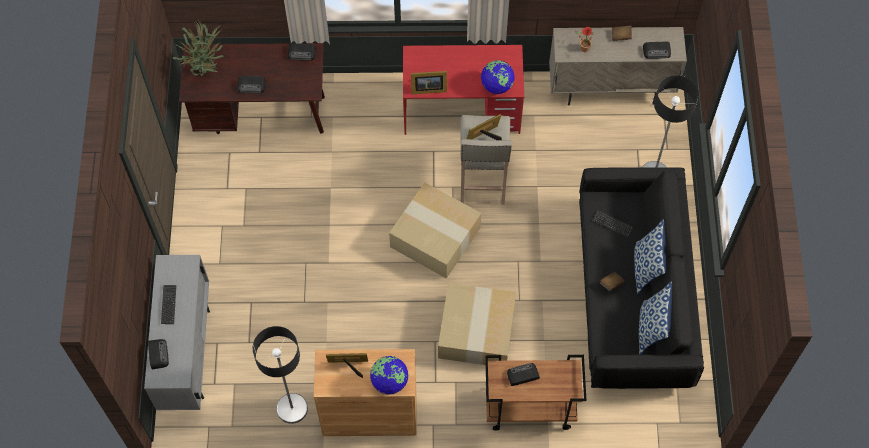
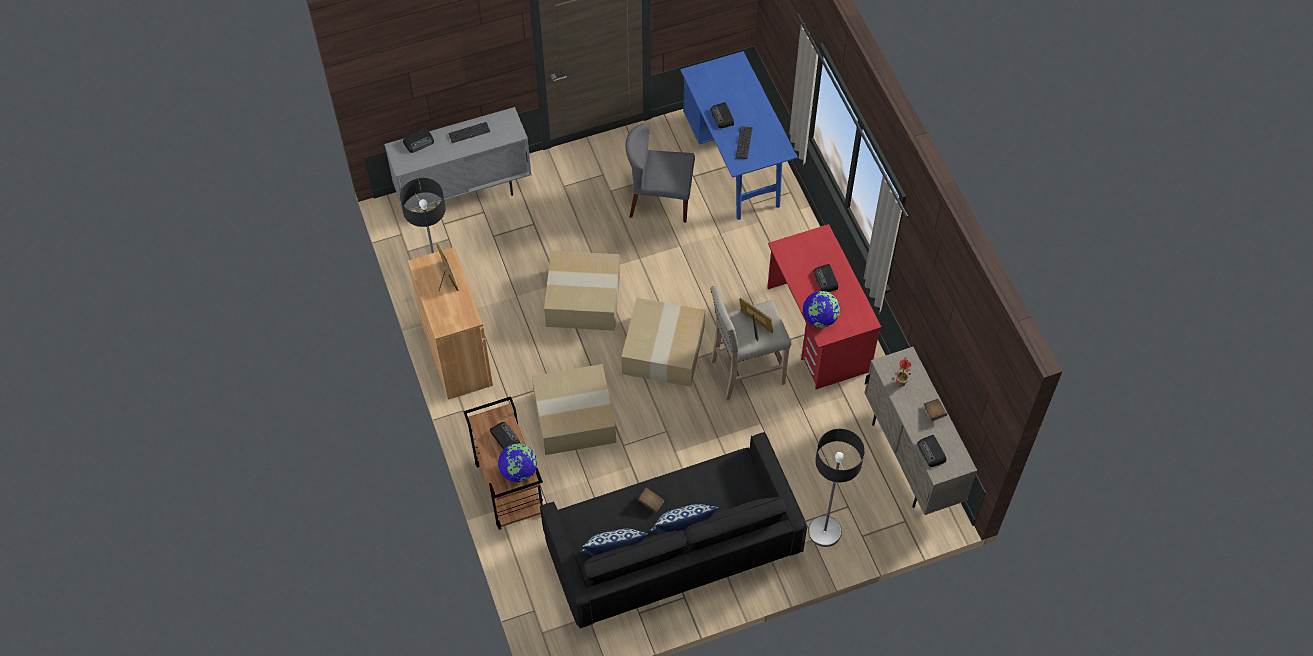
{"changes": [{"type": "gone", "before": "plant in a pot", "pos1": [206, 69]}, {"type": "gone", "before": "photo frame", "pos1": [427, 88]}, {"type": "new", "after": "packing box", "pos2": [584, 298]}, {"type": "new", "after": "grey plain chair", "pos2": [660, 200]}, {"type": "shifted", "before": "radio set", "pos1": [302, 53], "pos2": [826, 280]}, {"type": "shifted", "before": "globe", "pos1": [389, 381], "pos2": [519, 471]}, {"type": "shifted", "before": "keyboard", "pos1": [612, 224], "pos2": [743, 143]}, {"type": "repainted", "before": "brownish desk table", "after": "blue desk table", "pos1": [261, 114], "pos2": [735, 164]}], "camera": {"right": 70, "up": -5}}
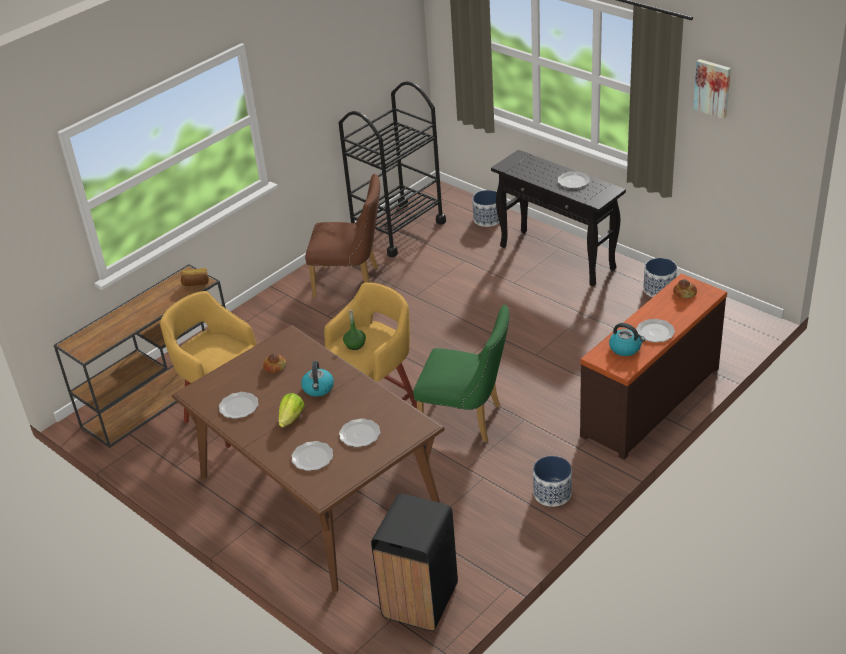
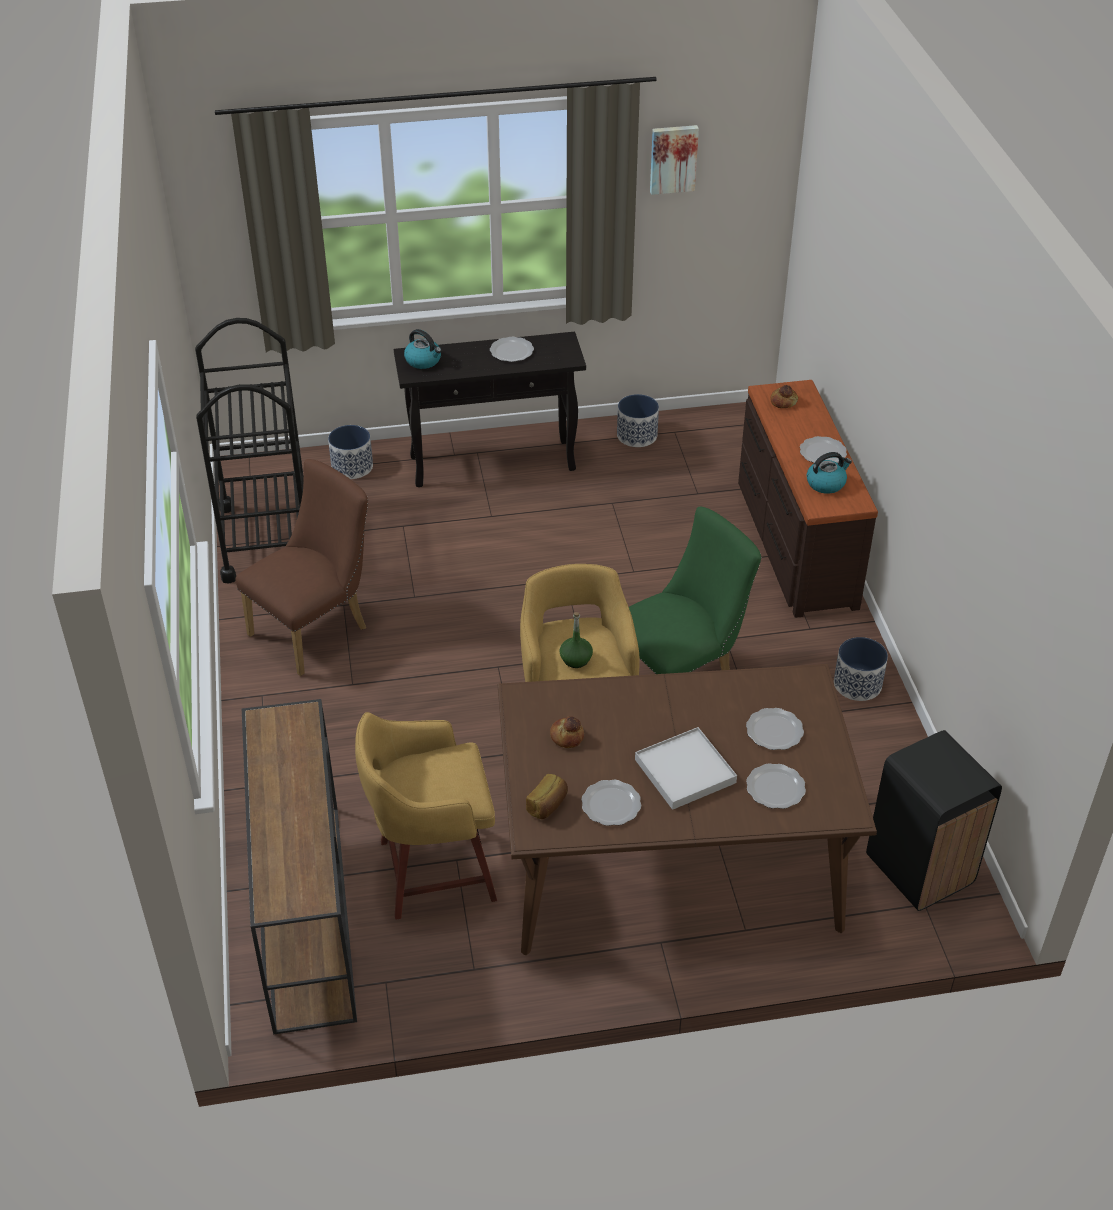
{"changes": [{"type": "shifted", "before": "bread", "pos1": [196, 283], "pos2": [548, 805]}, {"type": "shifted", "before": "tea kettle", "pos1": [318, 388], "pos2": [424, 361]}, {"type": "swapped", "before": "head of lettuce", "after": "white carrying tray", "pos1": [291, 418], "pos2": [685, 771]}], "camera": {"right": -55, "up": 5}}
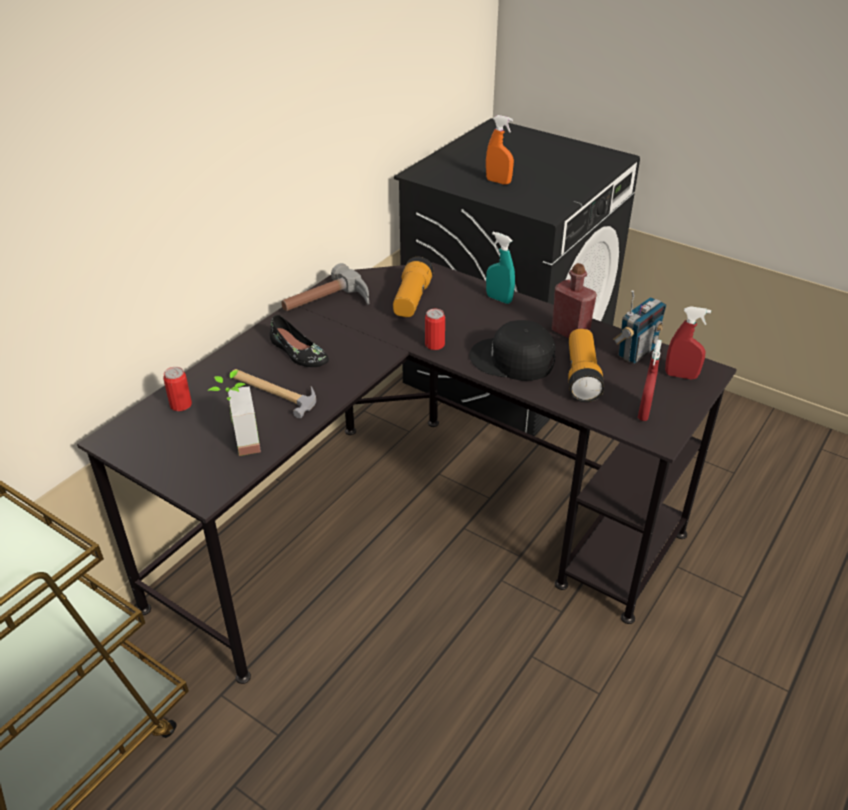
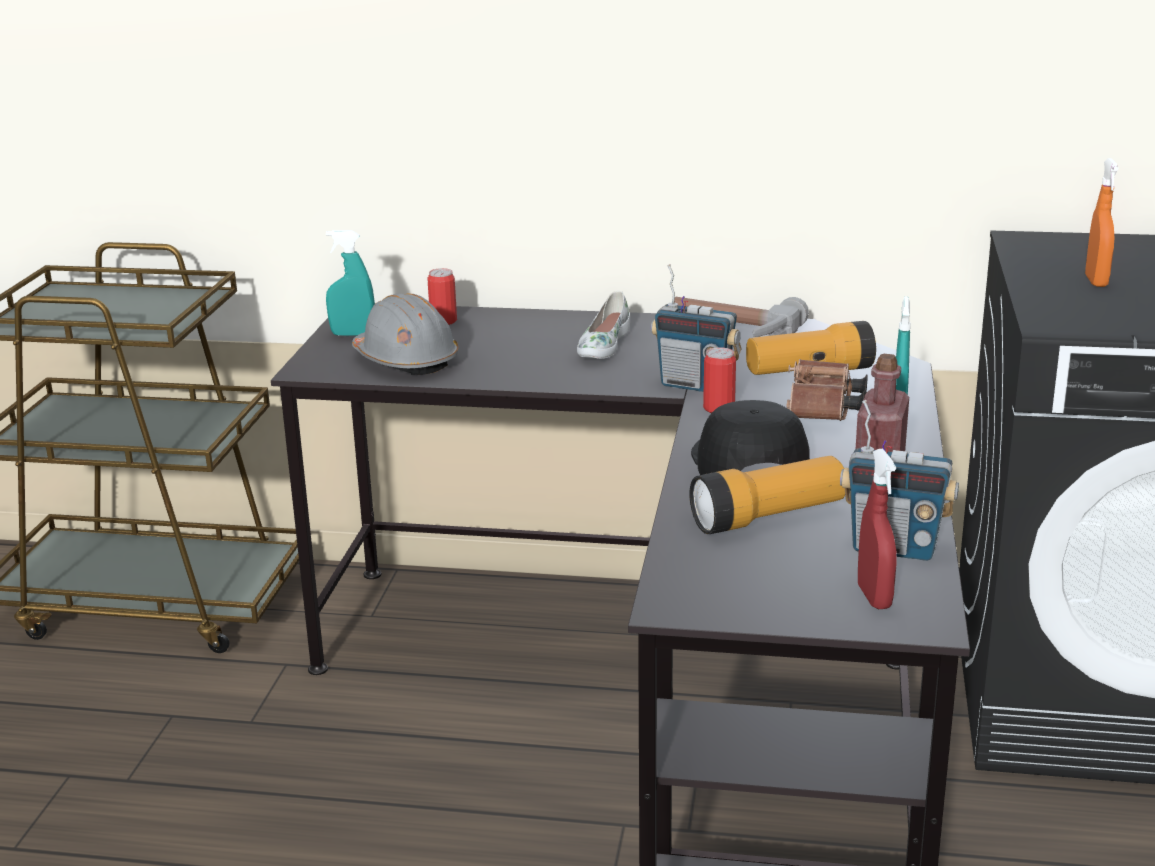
{"changes": [{"type": "gone", "before": "hammer", "pos1": [273, 392]}, {"type": "gone", "before": "red hand sprayer", "pos1": [644, 412]}, {"type": "new", "after": "blue-green hand sprayer", "pos2": [353, 334]}, {"type": "new", "after": "radio set", "pos2": [695, 385]}, {"type": "new", "after": "brownish field glasses", "pos2": [823, 411]}, {"type": "swapped", "before": "plant in a pot", "after": "grey hard hat", "pos1": [238, 441], "pos2": [406, 360]}, {"type": "repainted", "before": "black item of footwear", "after": "white item of footwear", "pos1": [298, 353], "pos2": [602, 345]}], "camera": {"right": 65, "up": -15}}
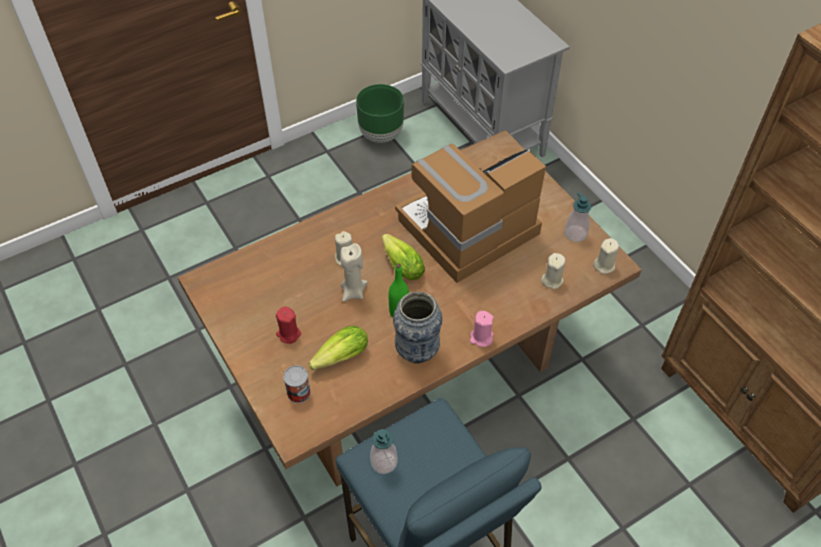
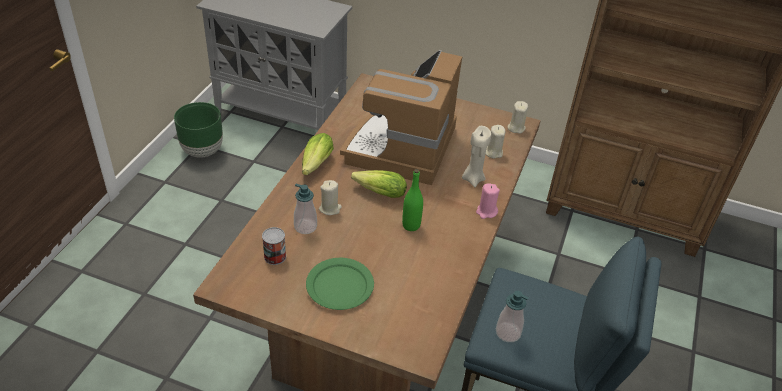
{"changes": [{"type": "gone", "before": "flower vase", "pos1": [417, 351]}, {"type": "shifted", "before": "can", "pos1": [298, 392], "pos2": [275, 256]}, {"type": "shifted", "before": "head of lettuce", "pos1": [338, 358], "pos2": [315, 166]}, {"type": "shifted", "before": "sand-coloured wax light", "pos1": [353, 292], "pos2": [473, 179]}, {"type": "shifted", "before": "soap bottle", "pos1": [575, 234], "pos2": [305, 227]}, {"type": "swapped", "before": "red wax light", "after": "greenish plate", "pos1": [288, 334], "pos2": [340, 285]}], "camera": {"right": -40, "up": -10}}
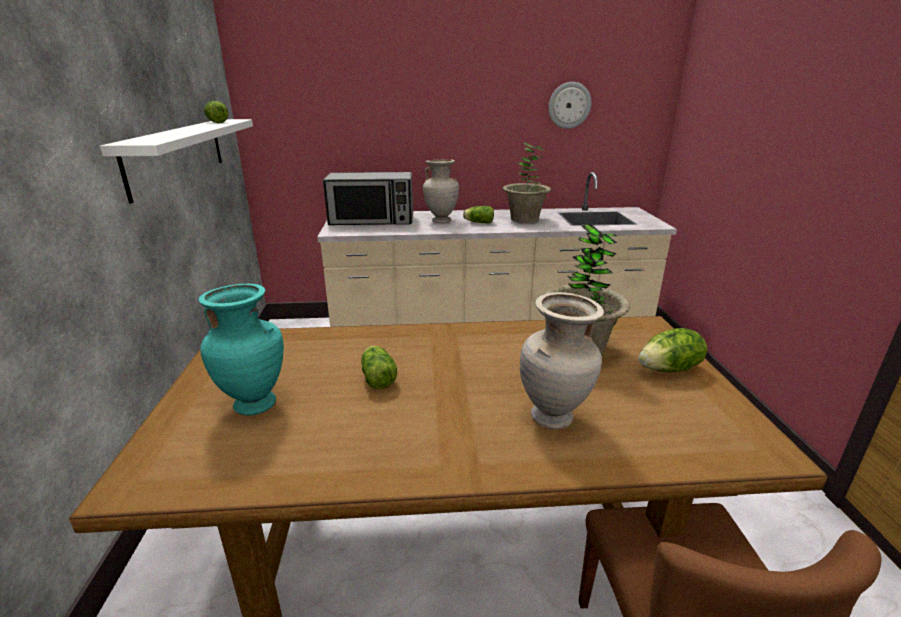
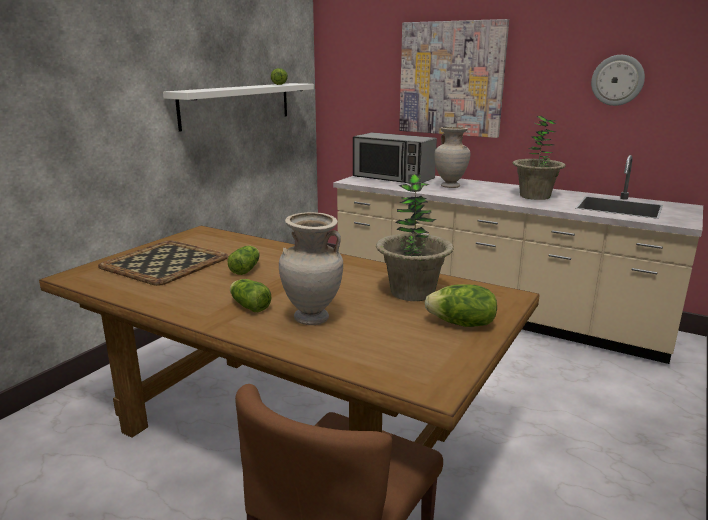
{"changes": [{"type": "new", "after": "wall art", "pos2": [451, 79]}, {"type": "shifted", "before": "head of lettuce", "pos1": [478, 222], "pos2": [249, 306]}, {"type": "swapped", "before": "blue-green flower vase", "after": "carrying tray", "pos1": [255, 404], "pos2": [166, 262]}], "camera": {"right": 35, "up": -5}}
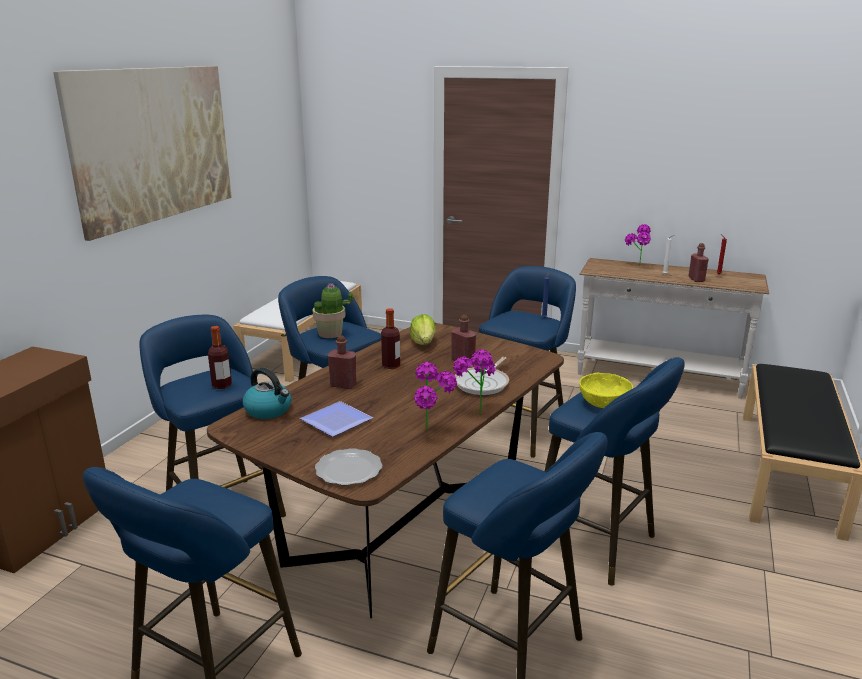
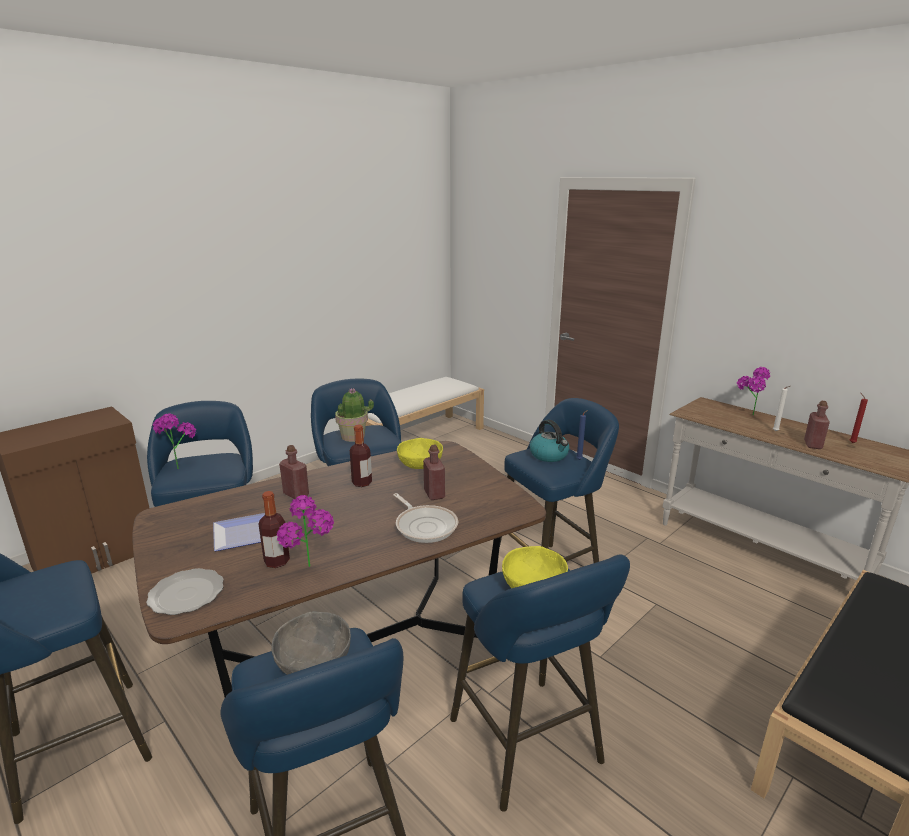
{"changes": [{"type": "gone", "before": "wall art", "pos1": [155, 145]}, {"type": "new", "after": "grey serving bowl", "pos2": [314, 662]}, {"type": "shifted", "before": "beverage bottle", "pos1": [222, 385], "pos2": [277, 561]}, {"type": "shifted", "before": "tea kettle", "pos1": [269, 410], "pos2": [549, 455]}, {"type": "shifted", "before": "plant in a pot", "pos1": [474, 410], "pos2": [179, 465]}, {"type": "swapped", "before": "head of lettuce", "after": "yellow serving bowl", "pos1": [423, 343], "pos2": [420, 464]}, {"type": "rotated", "before": "pan", "pos1": [483, 383], "pos2": [425, 526], "turn": -90}], "camera": {"right": 25, "up": 0}}
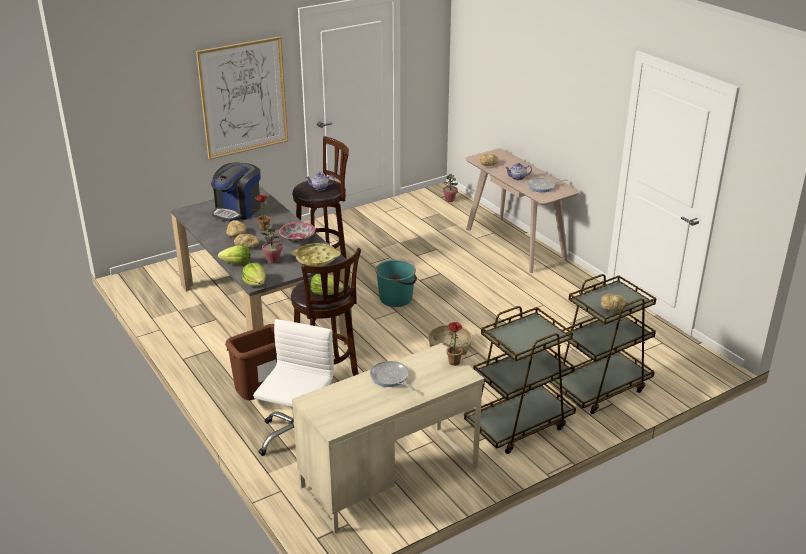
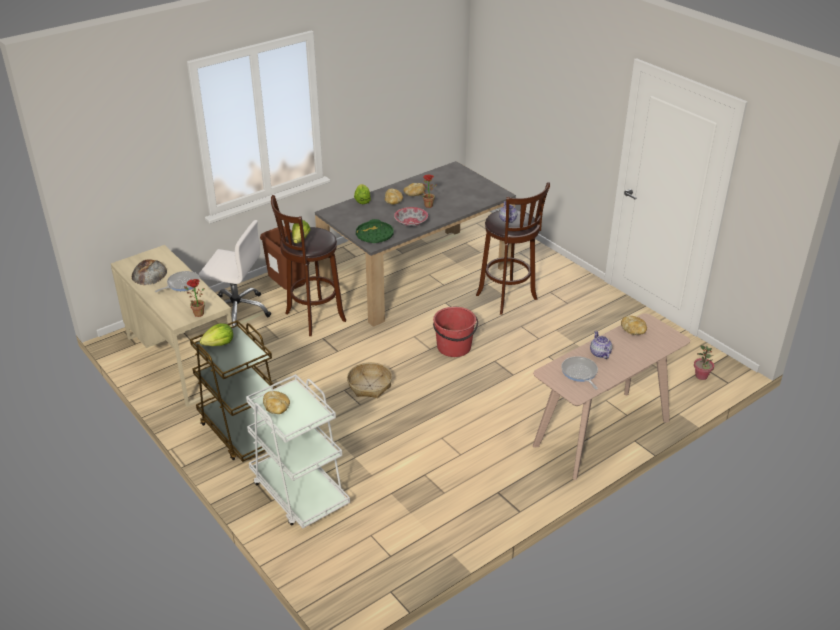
{"changes": [{"type": "gone", "before": "wall art", "pos1": [243, 97]}, {"type": "gone", "before": "coffee brewer", "pos1": [237, 210]}, {"type": "gone", "before": "plant in a pot", "pos1": [273, 260]}, {"type": "new", "after": "bread", "pos2": [149, 273]}, {"type": "shifted", "before": "head of lettuce", "pos1": [255, 283], "pos2": [219, 344]}, {"type": "repainted", "before": "yellow carrying tray", "after": "greenish carrying tray", "pos1": [316, 258], "pos2": [374, 235]}, {"type": "repainted", "before": "blue-green pail", "after": "red pail", "pos1": [396, 298], "pos2": [454, 347]}, {"type": "repainted", "before": "brownish trolley", "after": "white trolley", "pos1": [599, 388], "pos2": [299, 492]}], "camera": {"right": 85, "up": 5}}
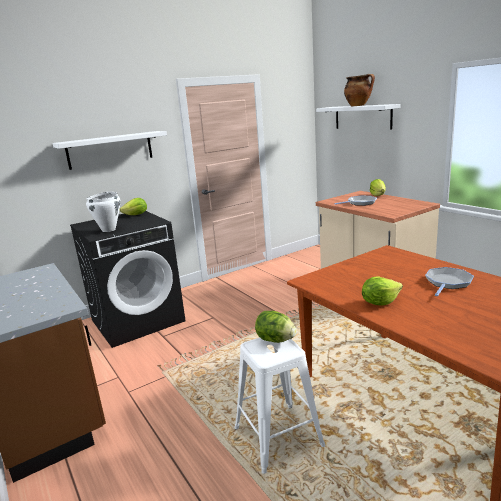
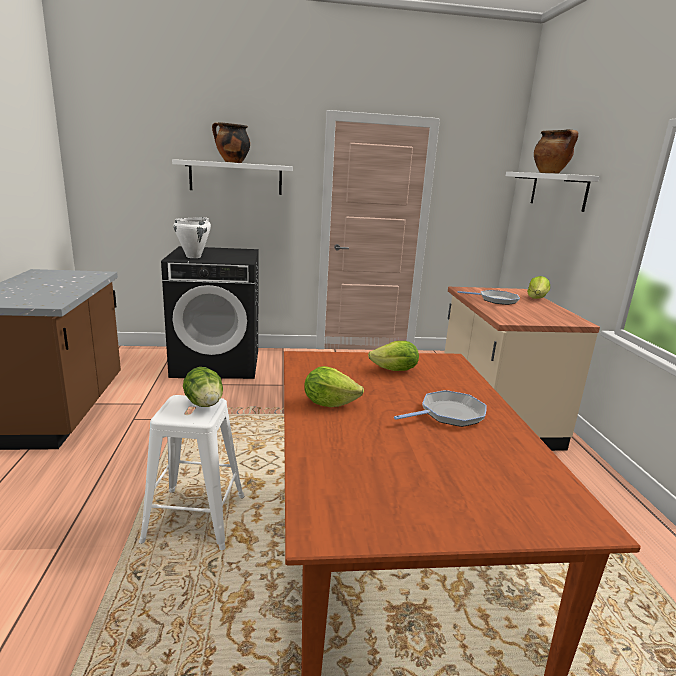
{"changes": [{"type": "new", "after": "cooking pot", "pos2": [232, 162]}, {"type": "shifted", "before": "head of lettuce", "pos1": [136, 215], "pos2": [395, 370]}], "camera": {"right": 25, "up": 0}}
